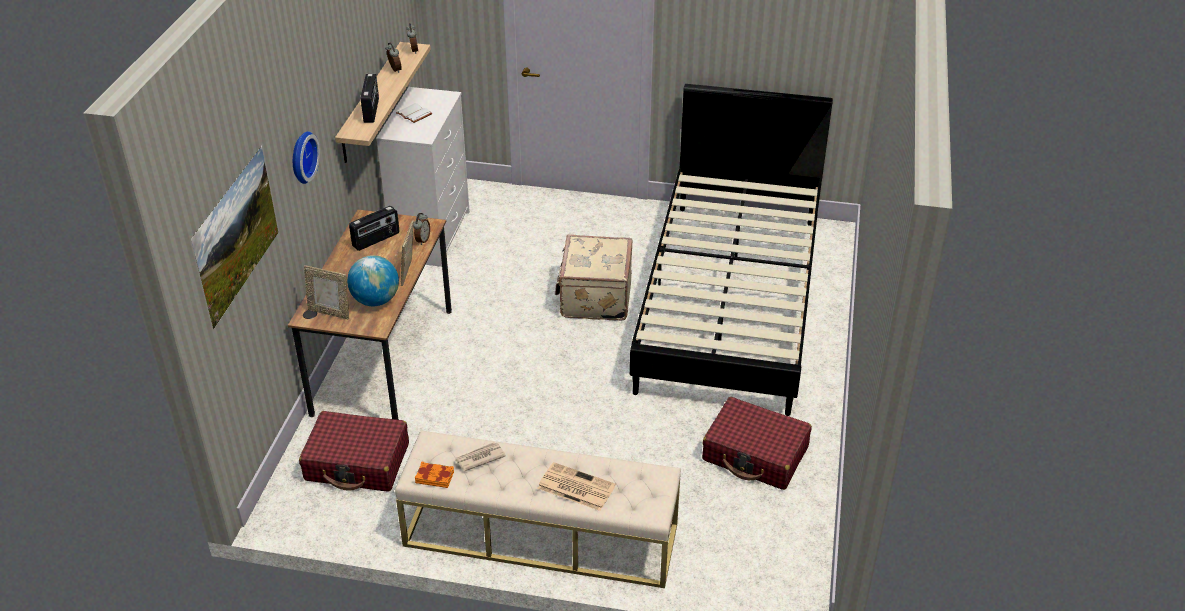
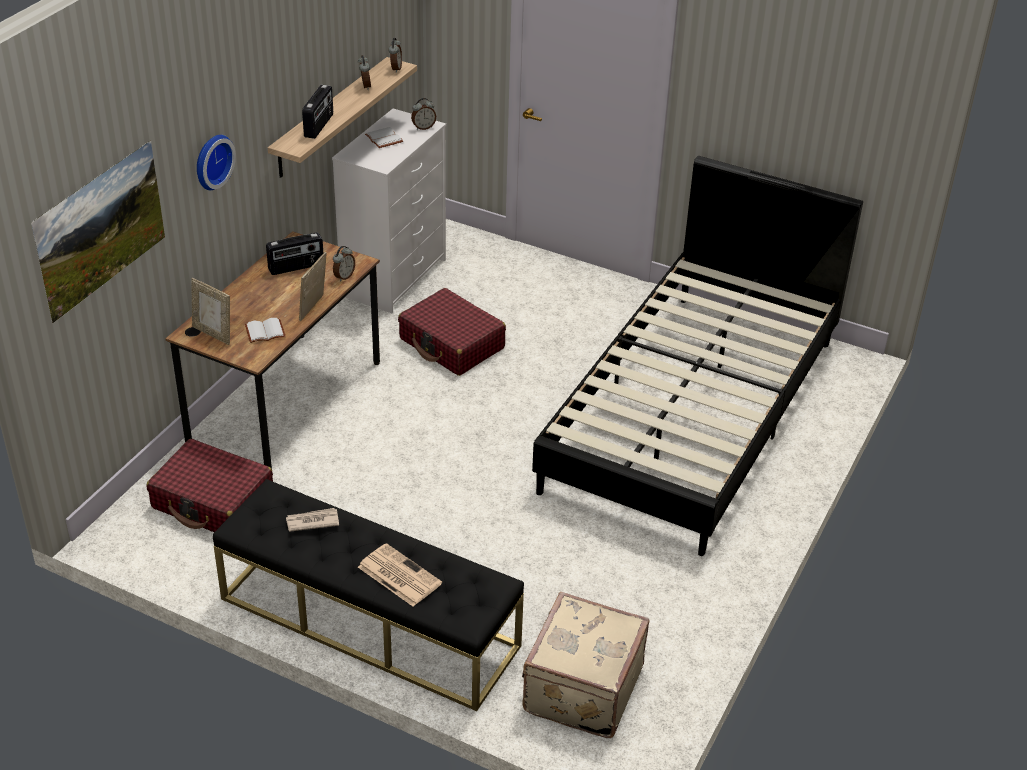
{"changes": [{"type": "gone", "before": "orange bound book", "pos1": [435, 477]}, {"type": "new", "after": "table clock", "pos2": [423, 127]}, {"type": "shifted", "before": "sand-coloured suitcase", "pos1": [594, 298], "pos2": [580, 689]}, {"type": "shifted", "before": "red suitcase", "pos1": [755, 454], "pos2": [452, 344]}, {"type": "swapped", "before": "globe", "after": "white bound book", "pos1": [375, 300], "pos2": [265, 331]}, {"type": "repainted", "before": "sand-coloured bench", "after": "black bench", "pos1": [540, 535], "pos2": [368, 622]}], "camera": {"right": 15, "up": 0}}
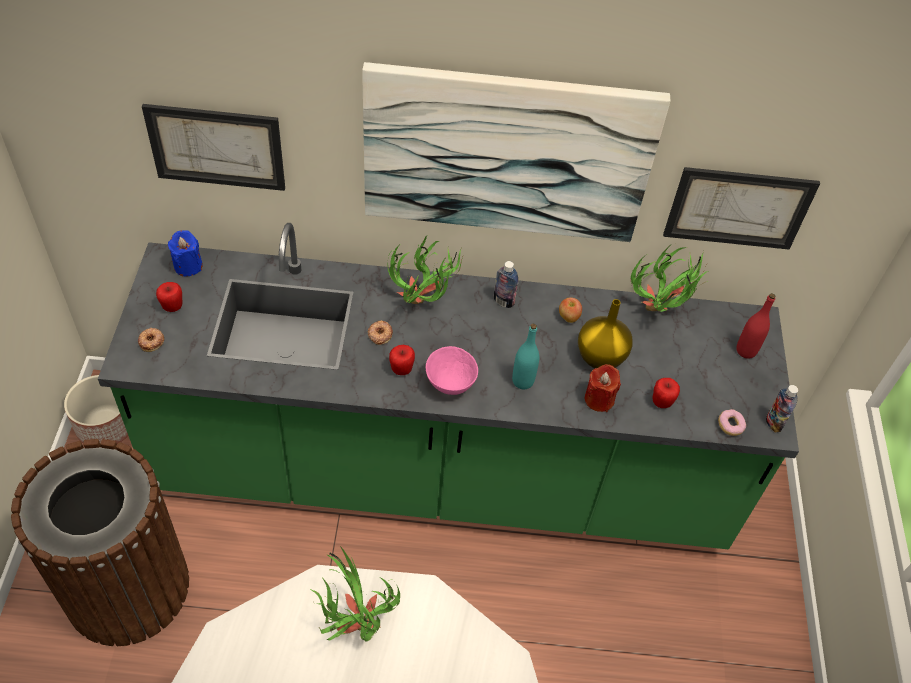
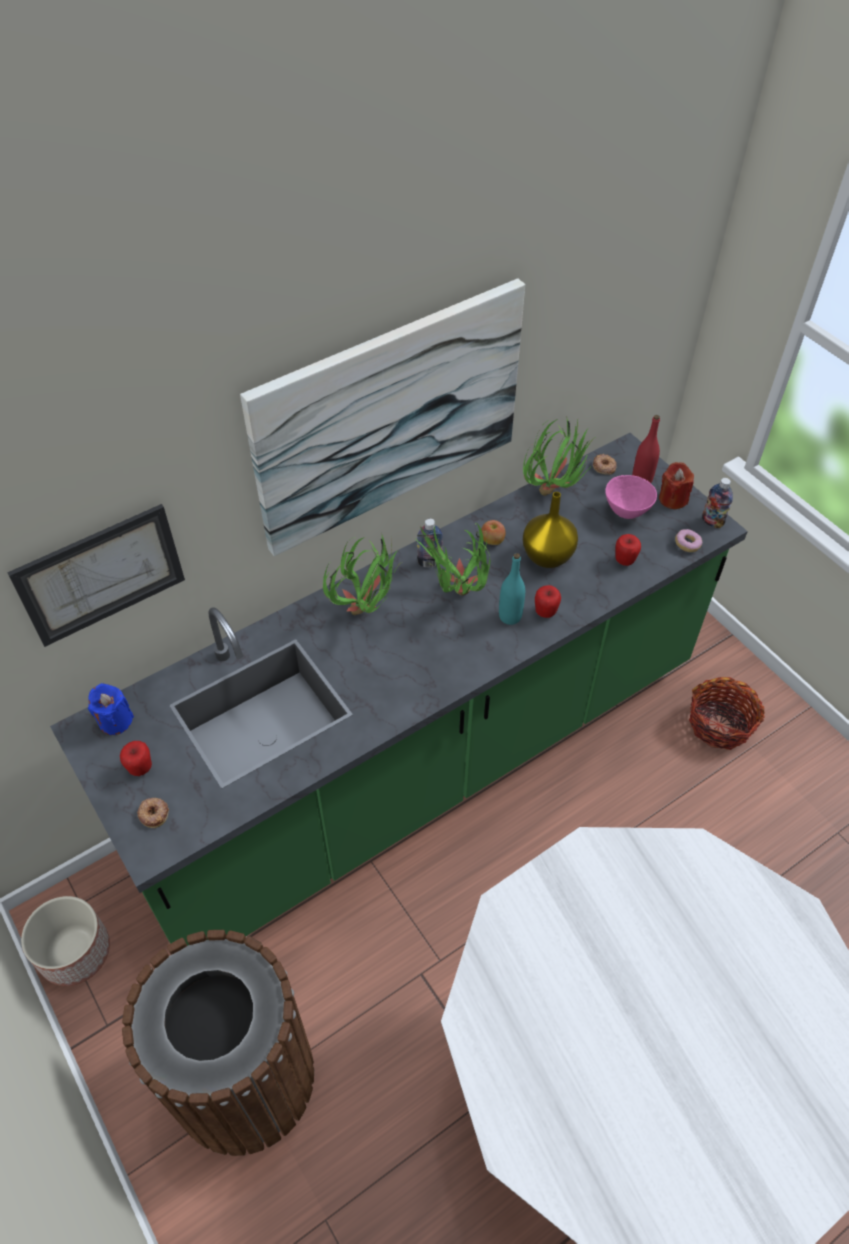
{"changes": [{"type": "gone", "before": "wall art", "pos1": [738, 208]}, {"type": "new", "after": "storage basket", "pos2": [719, 724]}, {"type": "shifted", "before": "plant in a pot", "pos1": [353, 627], "pos2": [456, 597]}, {"type": "shifted", "before": "doughnut", "pos1": [380, 334], "pos2": [604, 467]}, {"type": "shifted", "before": "apple fruit", "pos1": [401, 369], "pos2": [545, 612]}, {"type": "shifted", "before": "pink serving bowl", "pos1": [449, 385], "pos2": [626, 512]}, {"type": "shifted", "before": "red wax light", "pos1": [599, 399], "pos2": [672, 499]}], "camera": {"right": -35, "up": 0}}
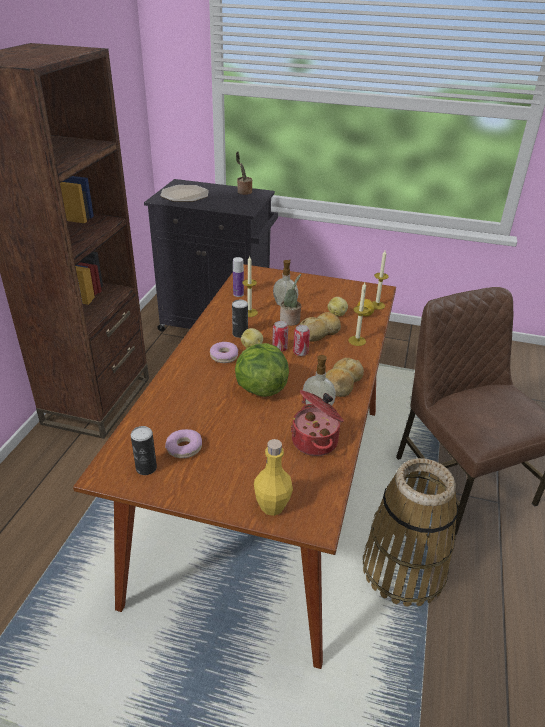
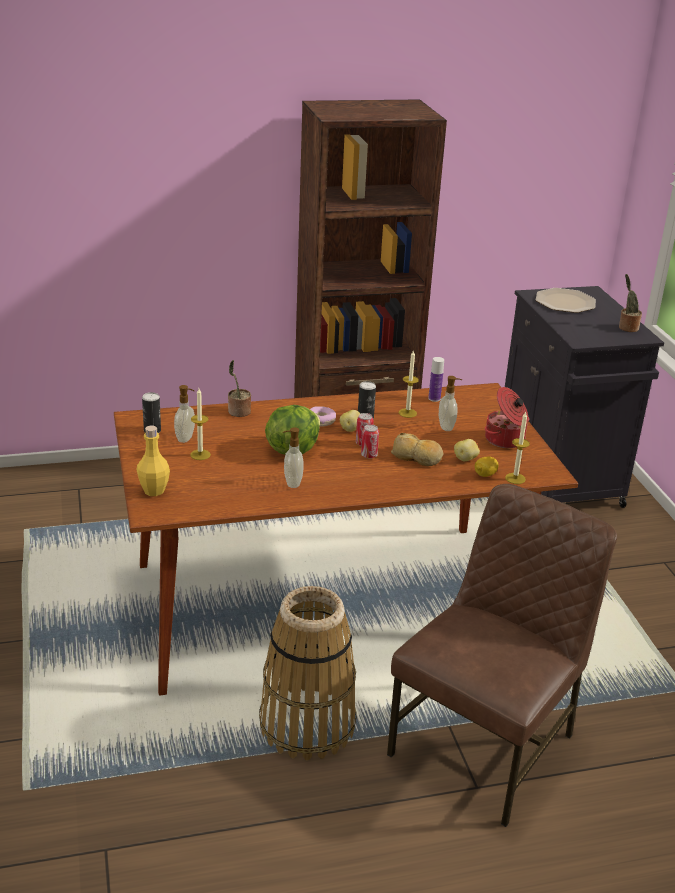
{"changes": [{"type": "gone", "before": "bread", "pos1": [342, 383]}, {"type": "shifted", "before": "plant in a pot", "pos1": [290, 321], "pos2": [238, 412]}, {"type": "shifted", "before": "cooking pot", "pos1": [316, 441], "pos2": [505, 440]}, {"type": "shifted", "before": "wax light", "pos1": [357, 341], "pos2": [200, 454]}, {"type": "swapped", "before": "doughnut", "after": "soap bottle", "pos1": [184, 448], "pos2": [186, 438]}], "camera": {"right": 60, "up": -5}}
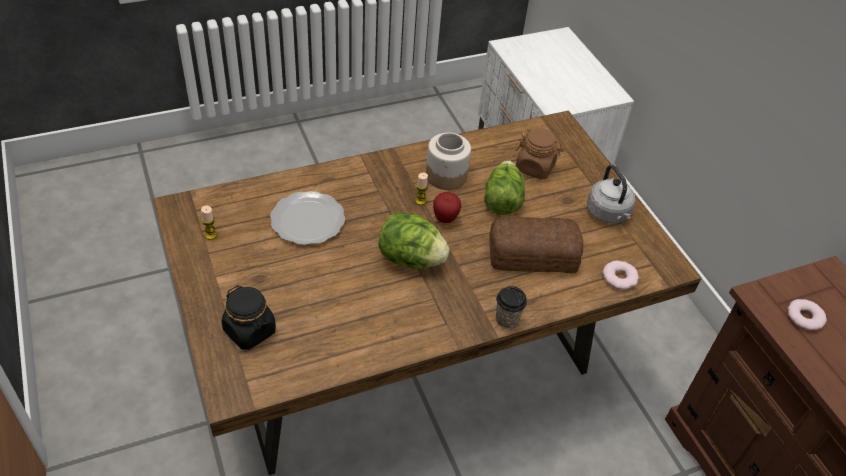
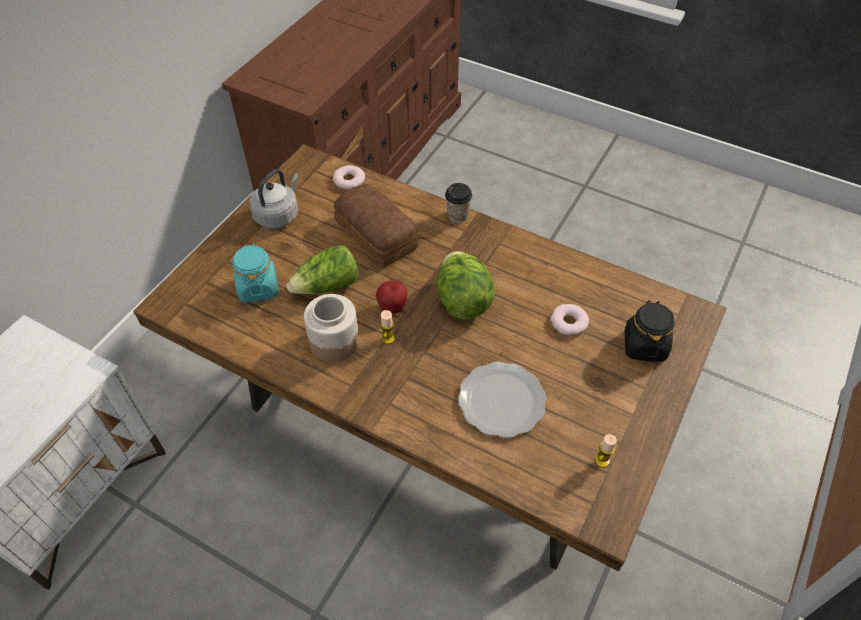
{"changes": [{"type": "shifted", "before": "doughnut", "pos1": [804, 317], "pos2": [569, 322]}, {"type": "repainted", "before": "brownish jar", "after": "blue-green jar", "pos1": [535, 167], "pos2": [258, 287]}], "camera": {"right": -125, "up": 5}}
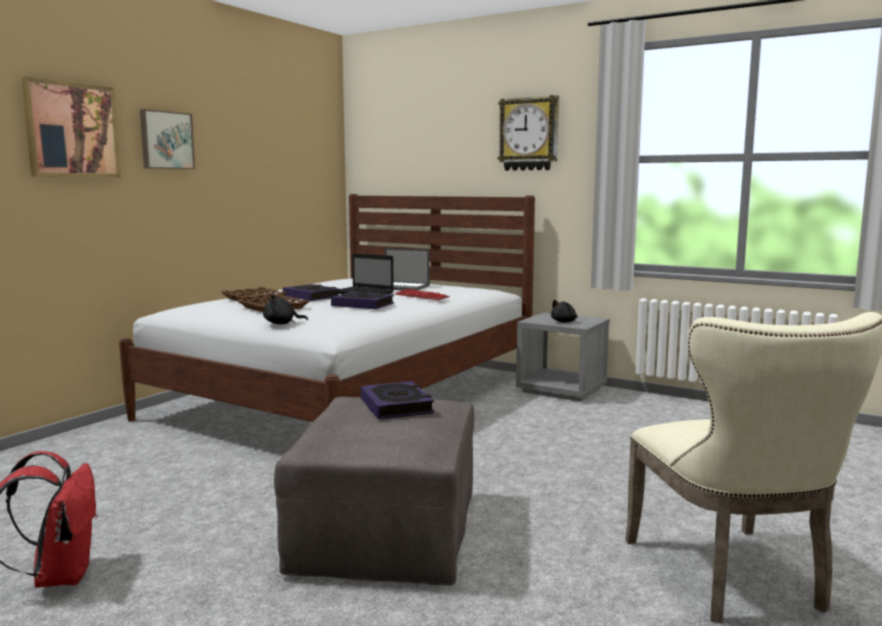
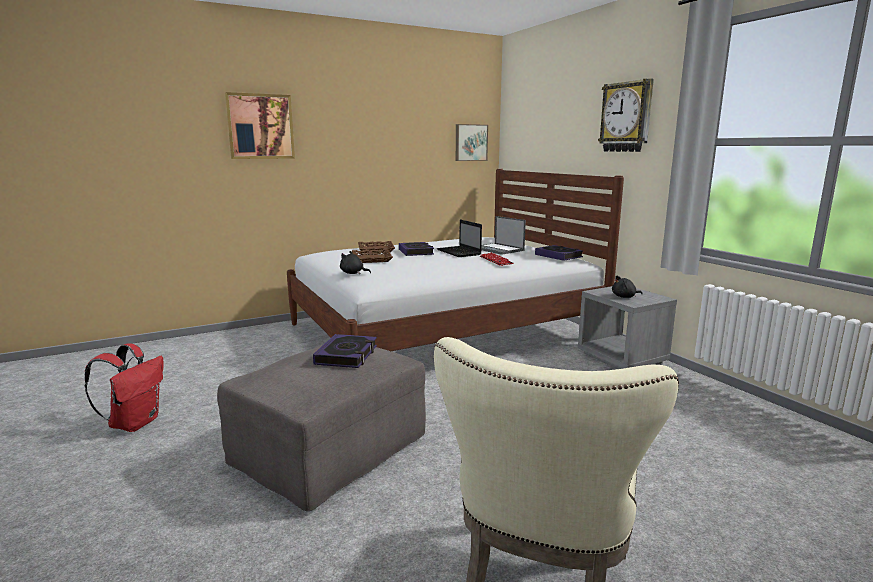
{"changes": [{"type": "shifted", "before": "wall art", "pos1": [166, 140], "pos2": [470, 142]}, {"type": "shifted", "before": "bound book", "pos1": [363, 305], "pos2": [558, 256]}], "camera": {"right": 30, "up": 5}}
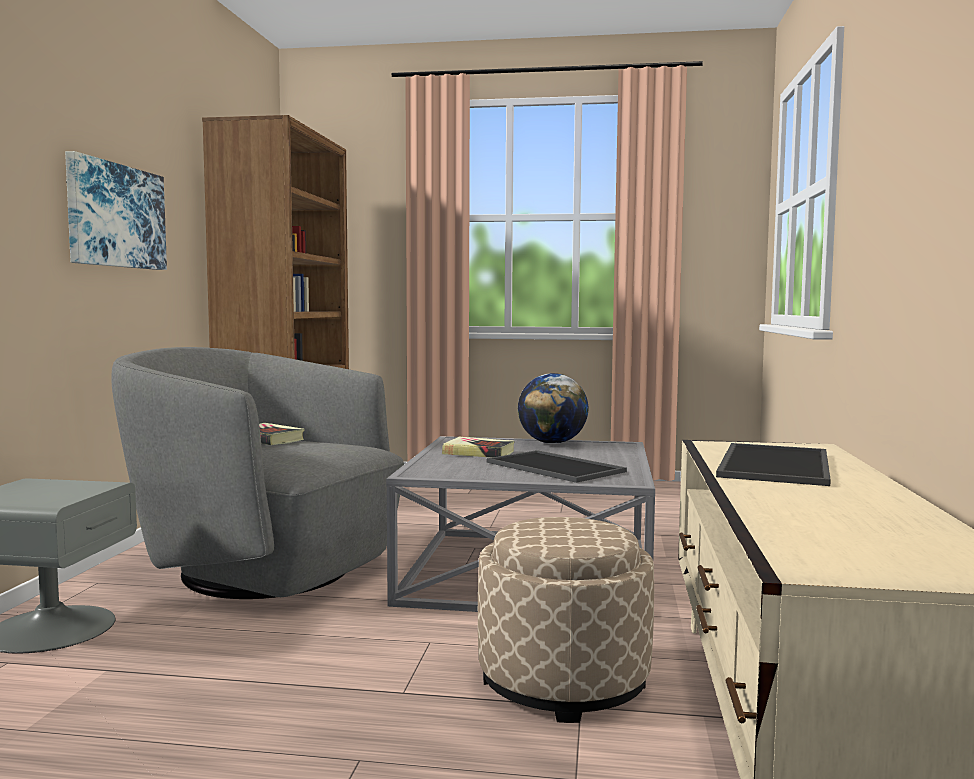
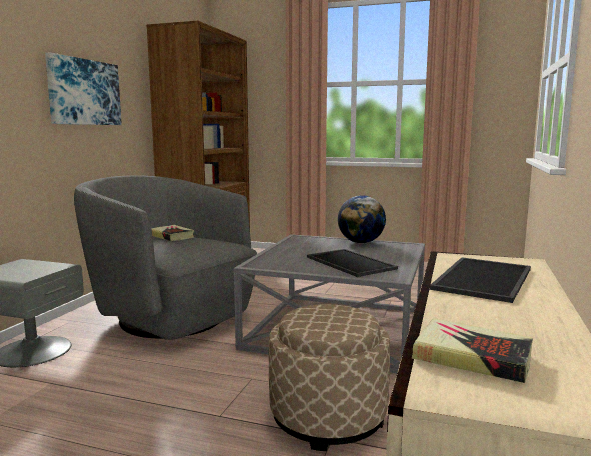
{"changes": [{"type": "shifted", "before": "bound book", "pos1": [478, 453], "pos2": [472, 357]}], "camera": {"right": 10, "up": 5}}
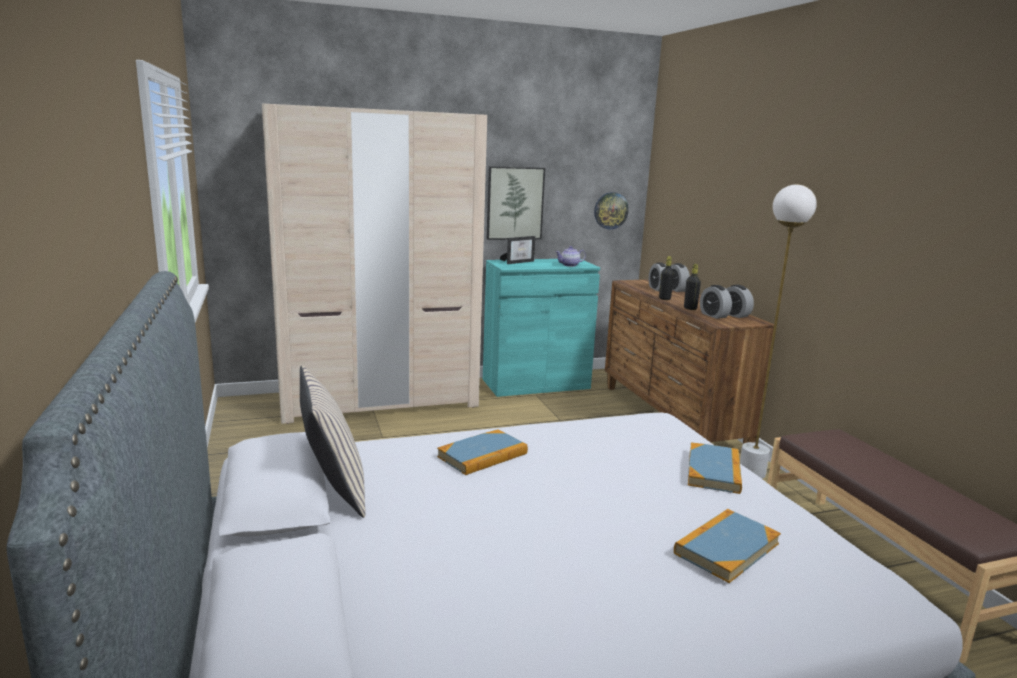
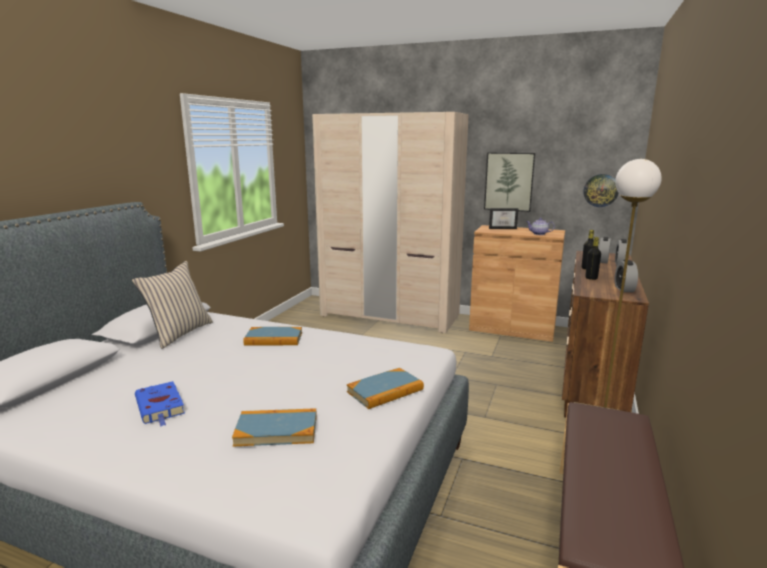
{"changes": [{"type": "gone", "before": "table clock", "pos1": [713, 315]}, {"type": "new", "after": "blue bound book", "pos2": [160, 407]}, {"type": "repainted", "before": "blue-green cupboard", "after": "brownish cupboard", "pos1": [536, 384], "pos2": [512, 328]}], "camera": {"right": 40, "up": 0}}
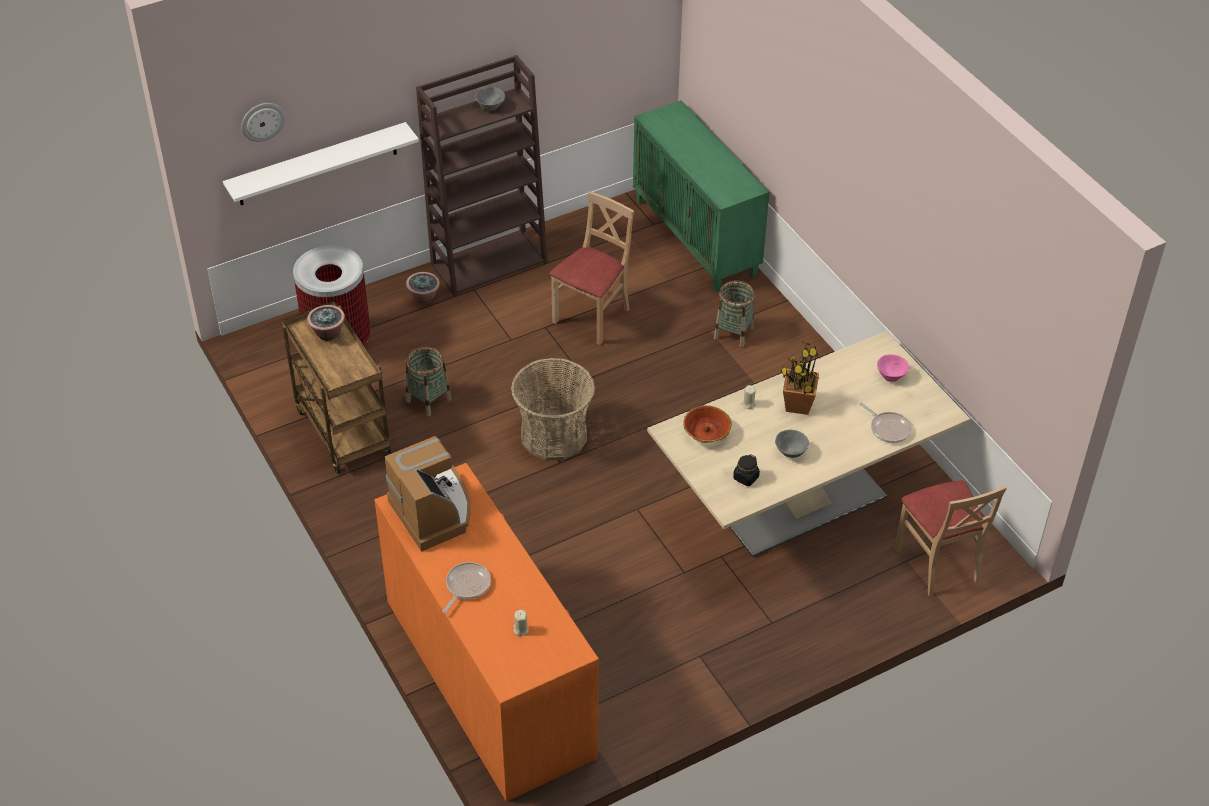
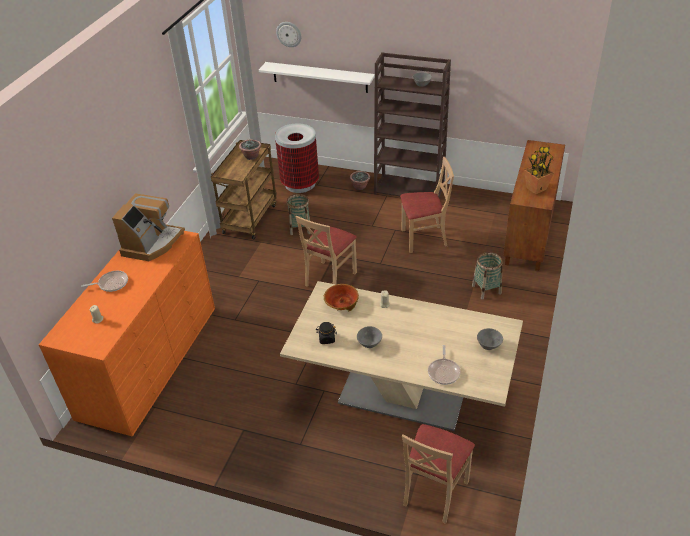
{"changes": [{"type": "shifted", "before": "plant in a pot", "pos1": [798, 405], "pos2": [536, 189]}, {"type": "swapped", "before": "storage basket", "after": "sand-coloured plain chair", "pos1": [553, 436], "pos2": [329, 278]}, {"type": "repainted", "before": "greenish cupboard", "after": "brownish cupboard", "pos1": [697, 238], "pos2": [530, 234]}, {"type": "repainted", "before": "pink serving bowl", "after": "grey serving bowl", "pos1": [892, 376], "pos2": [489, 346]}], "camera": {"right": 50, "up": -5}}
